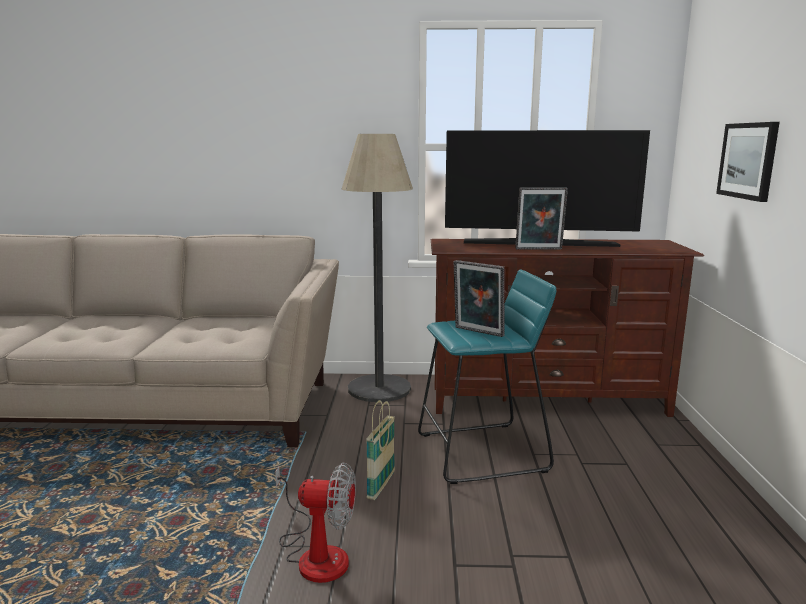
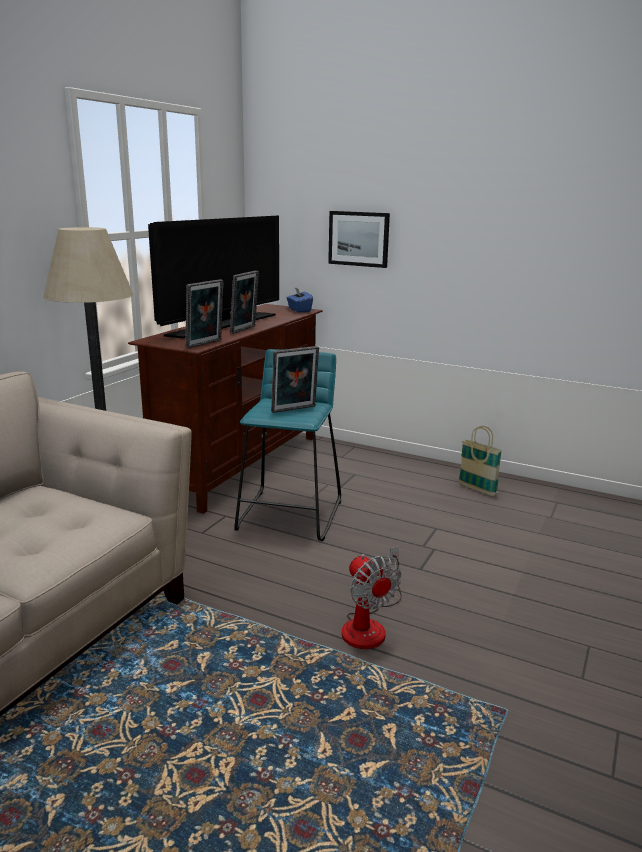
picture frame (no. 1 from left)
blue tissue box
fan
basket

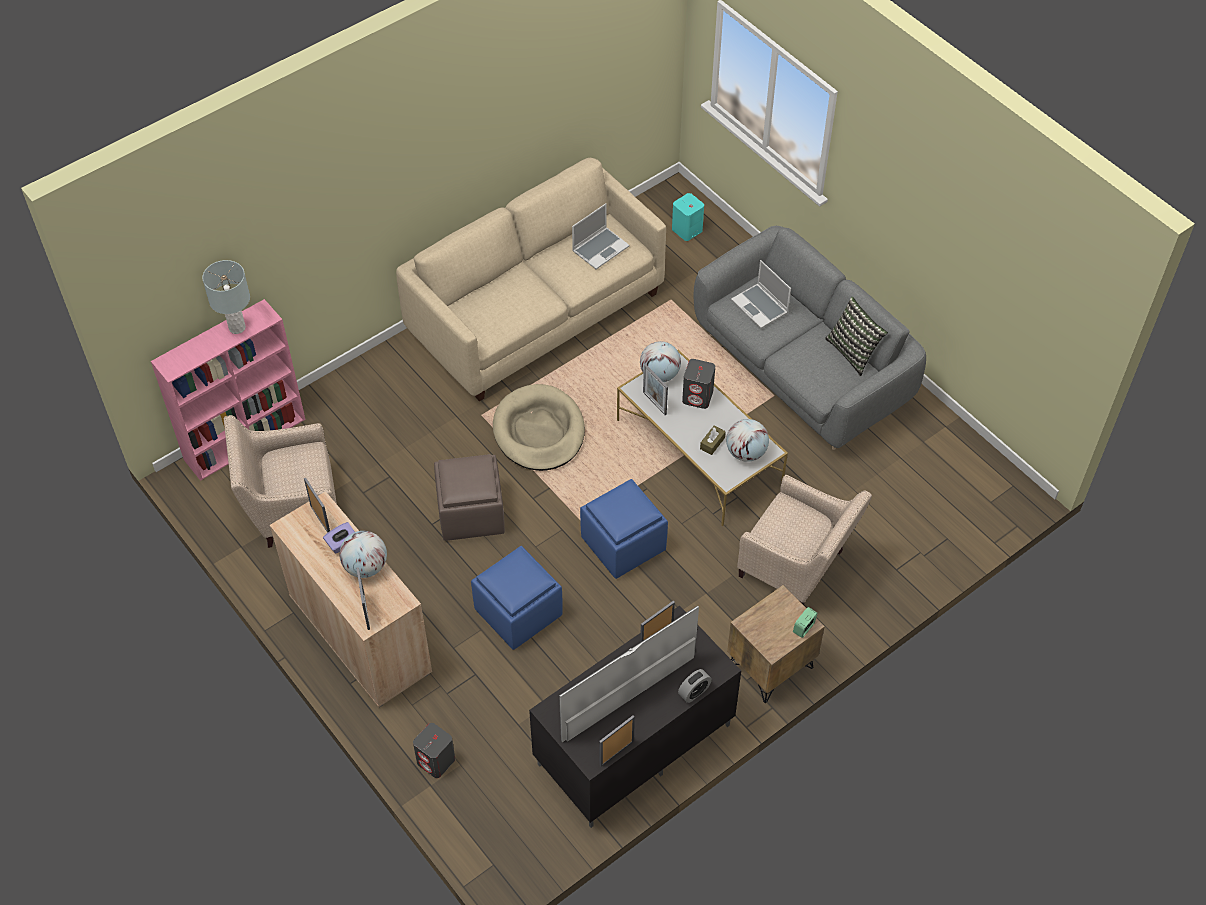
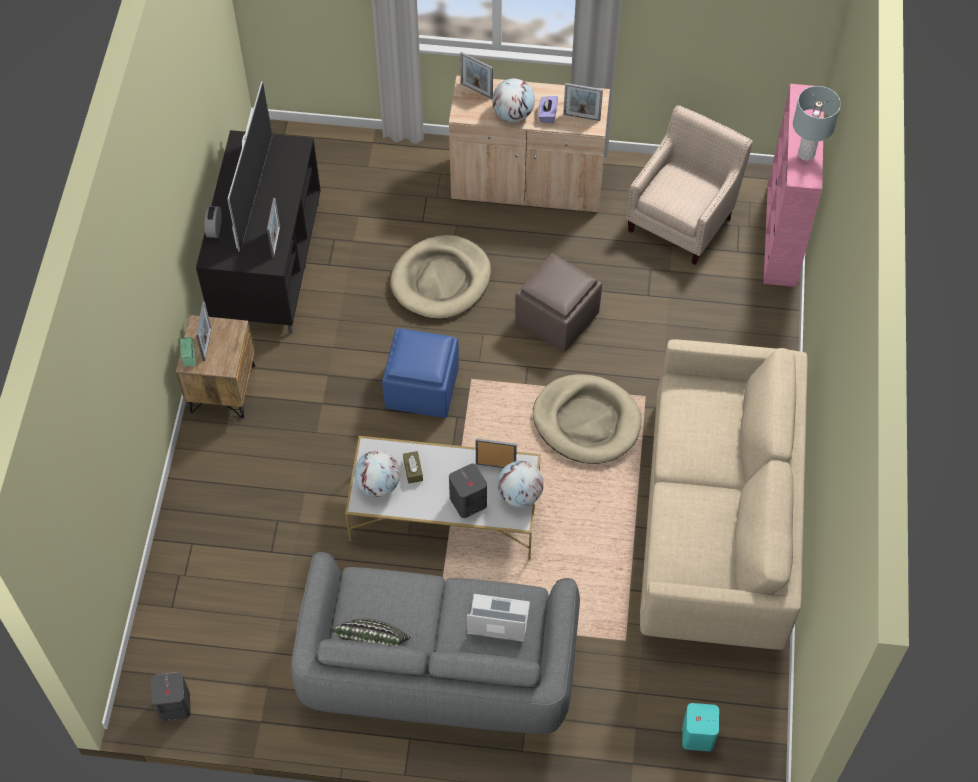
grey speaker (no. 1 from left)
picture frame (no. 1 from left)
beige dog bed (no. 1 from left)
laptop (no. 1 from left in the first image)
beige armchair (no. 2 from left in the first image)

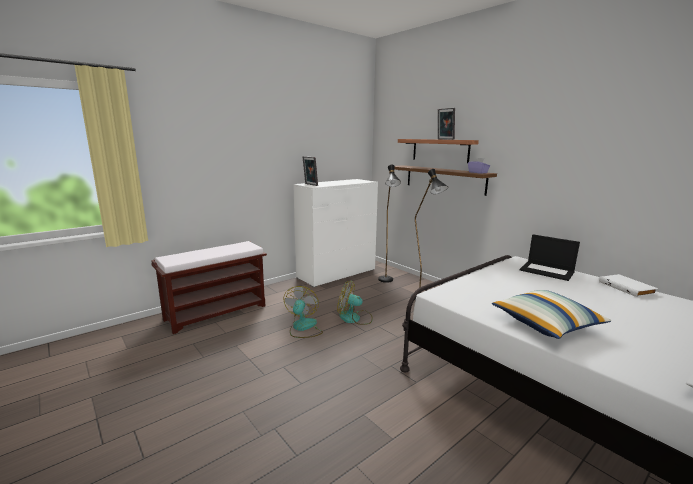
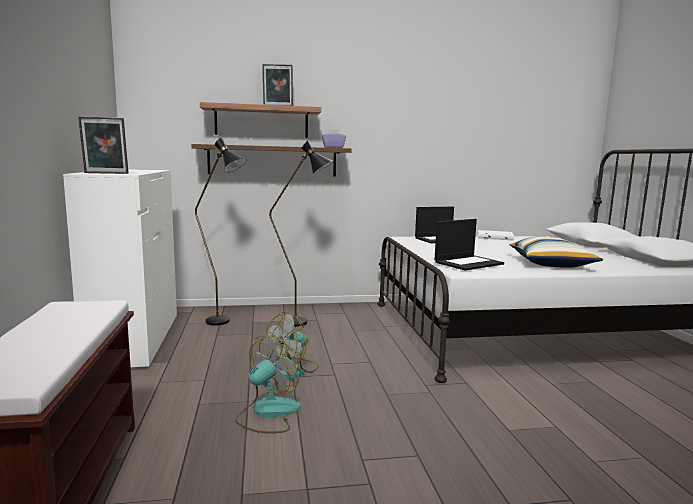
fan (no. 1 from left)
laptop (no. 2 from left)

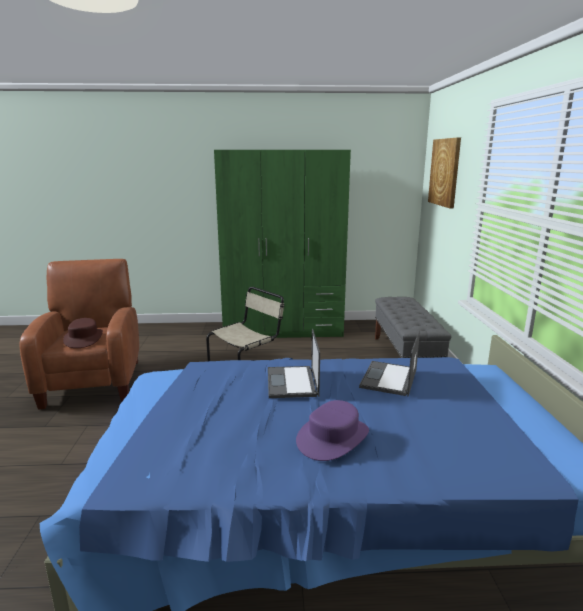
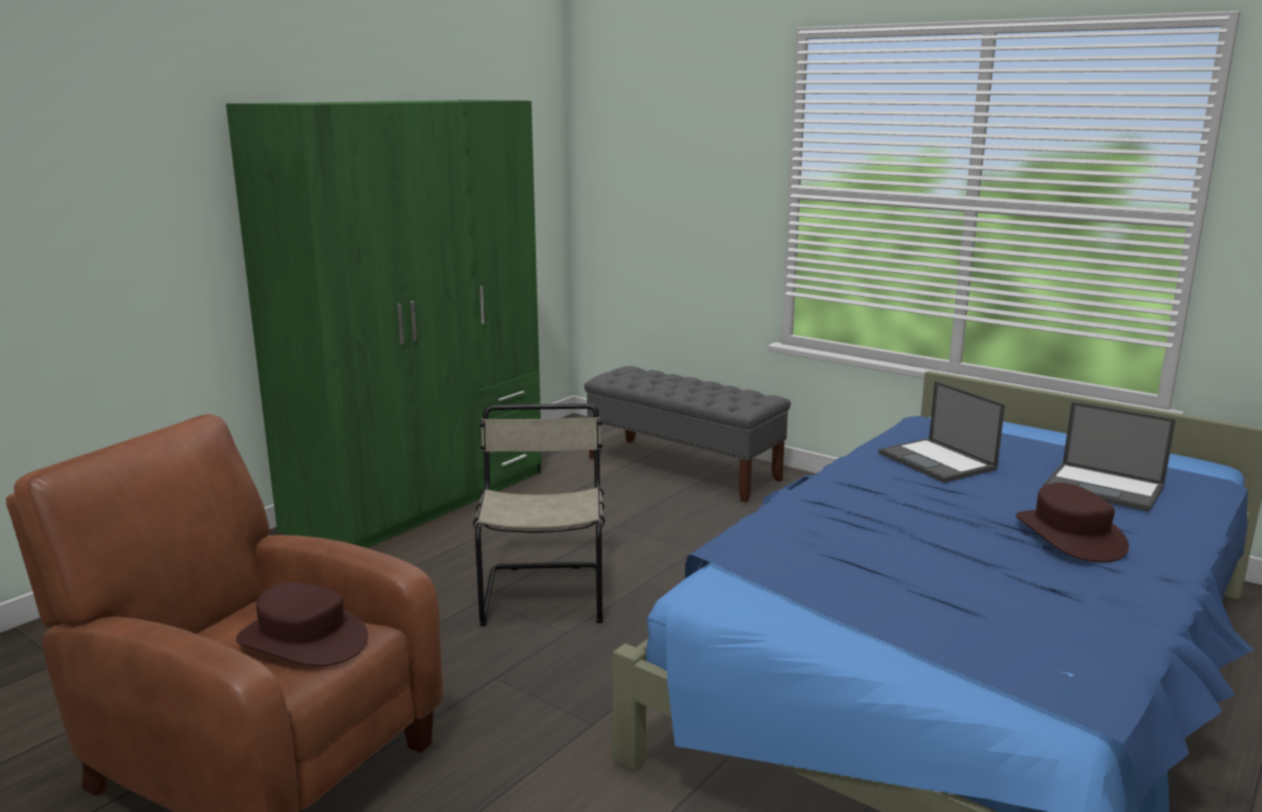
brown hat (no. 2 from left)
laptop (no. 2 from left)
picture

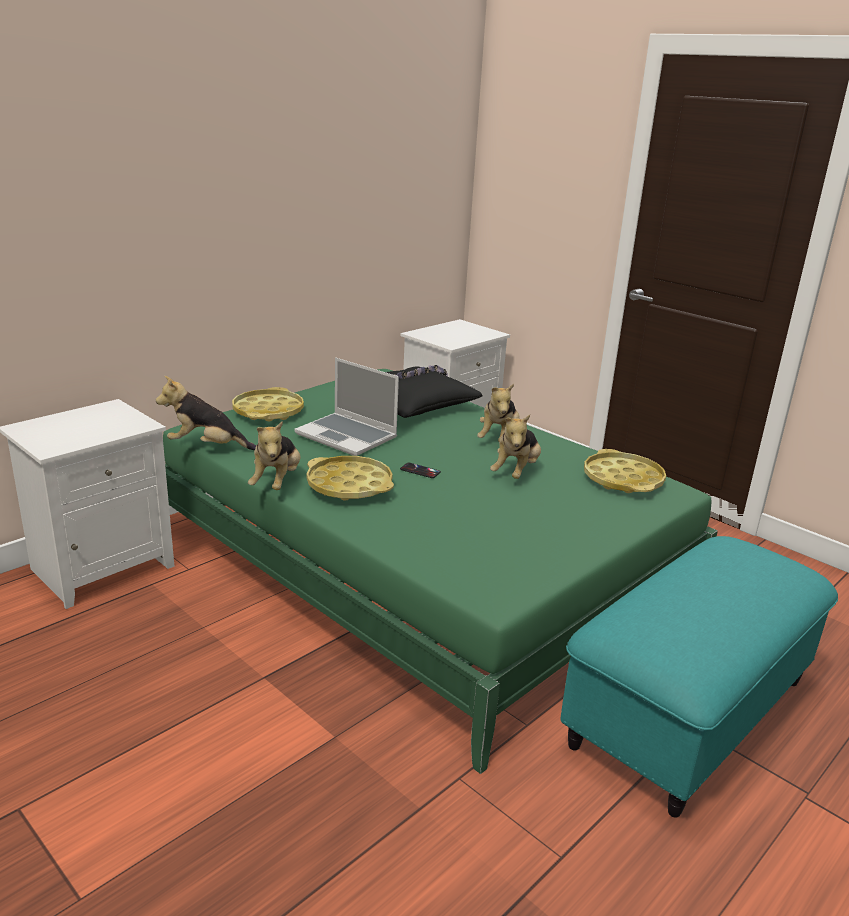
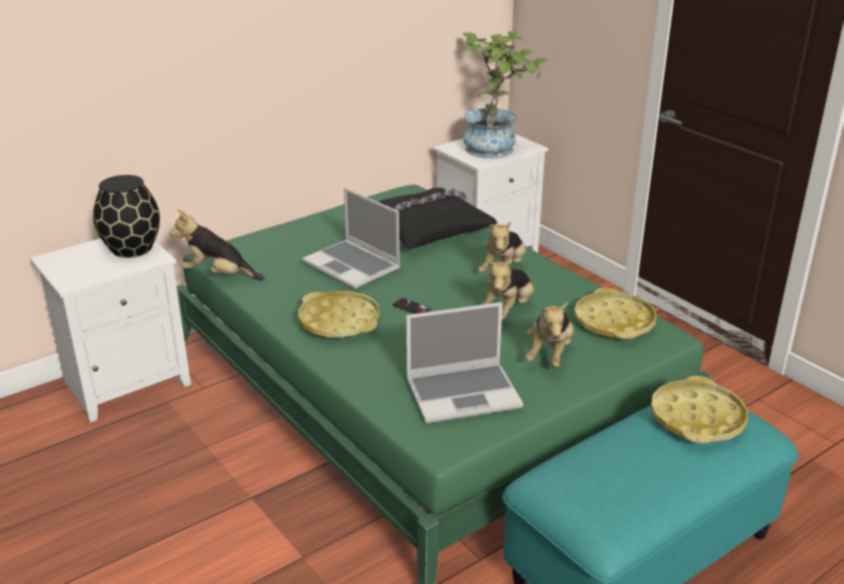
black vase
laptop (no. 2 from left)
potted plant
plush toy (no. 4 from left)
yellow tray (no. 3 from left)

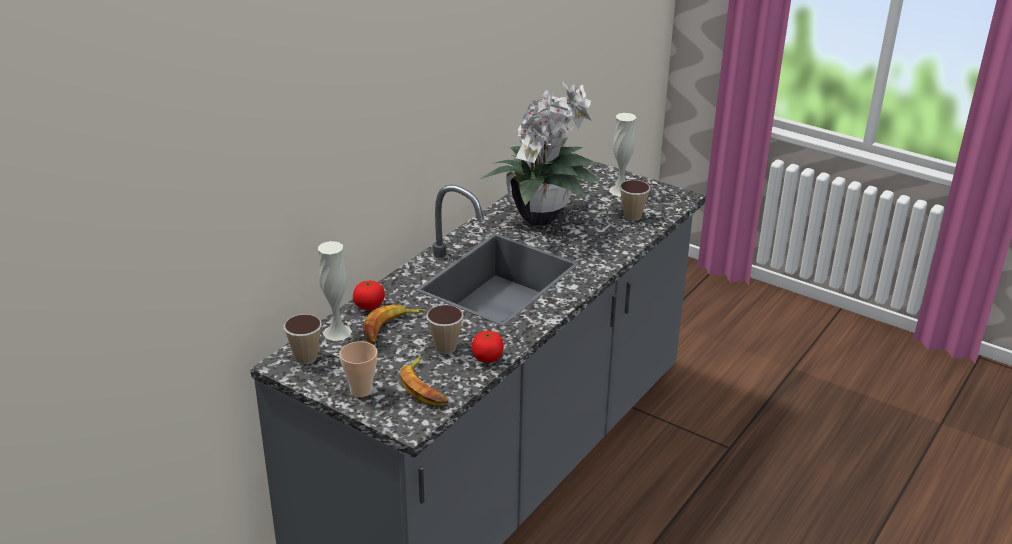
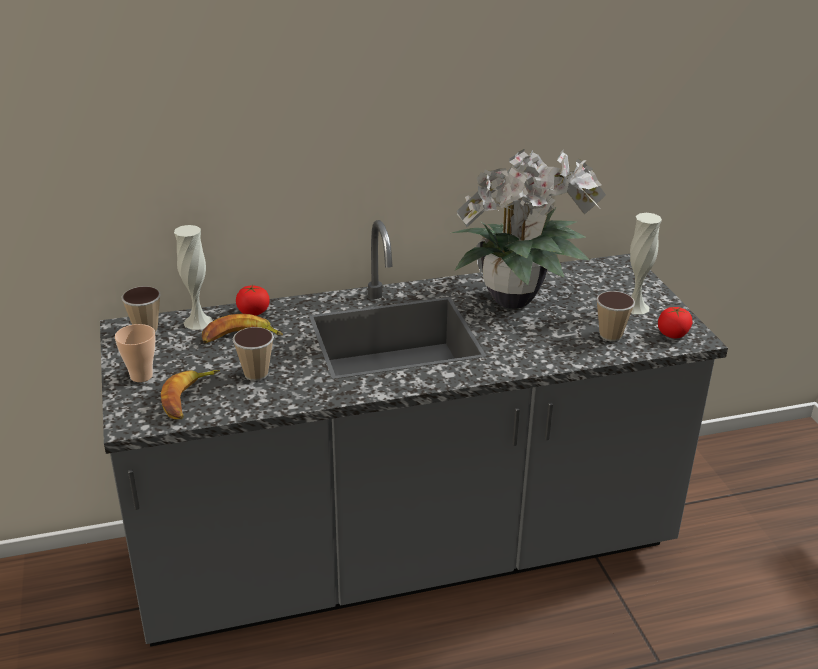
tomato (no. 2 from left)

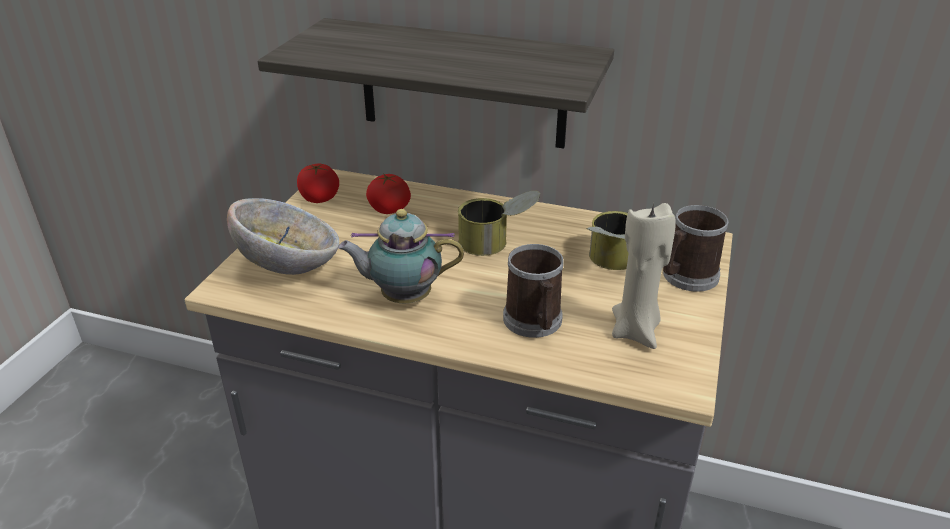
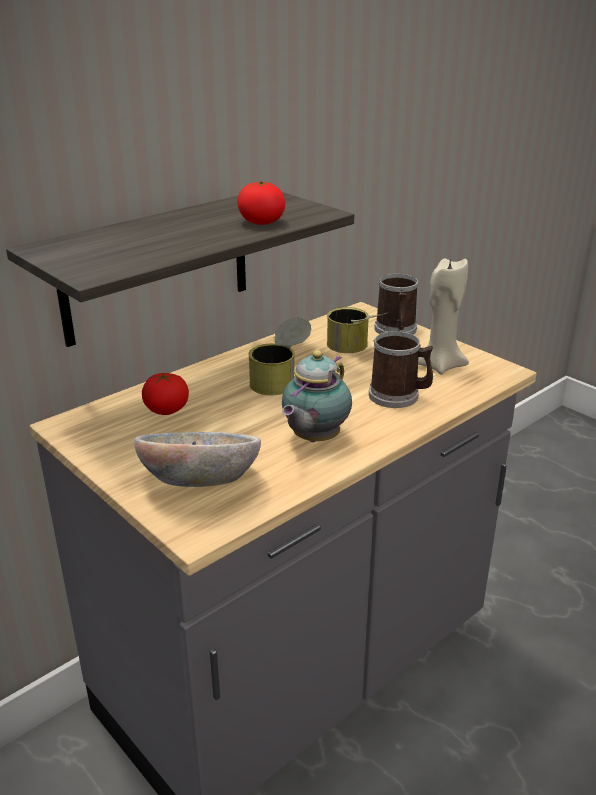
tomato (no. 2 from left)

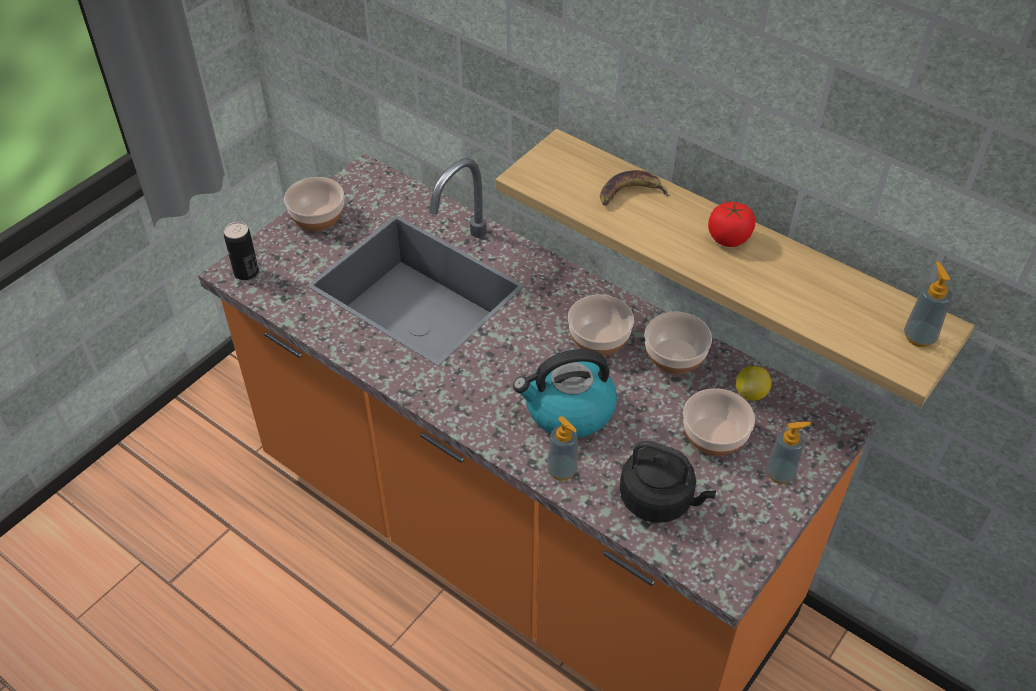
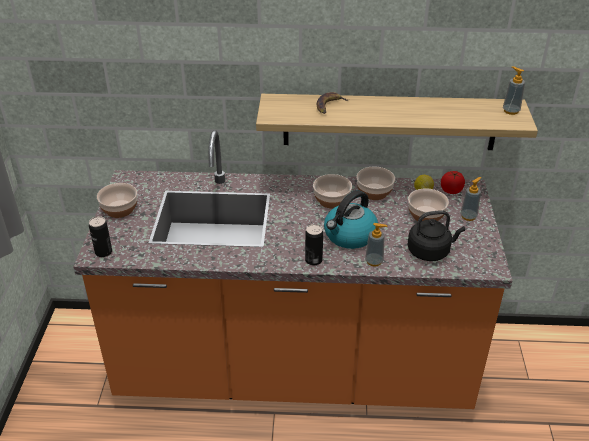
can (no. 2 from left)
tomato

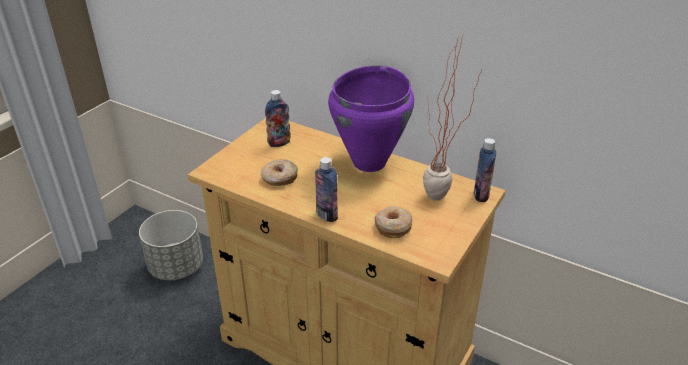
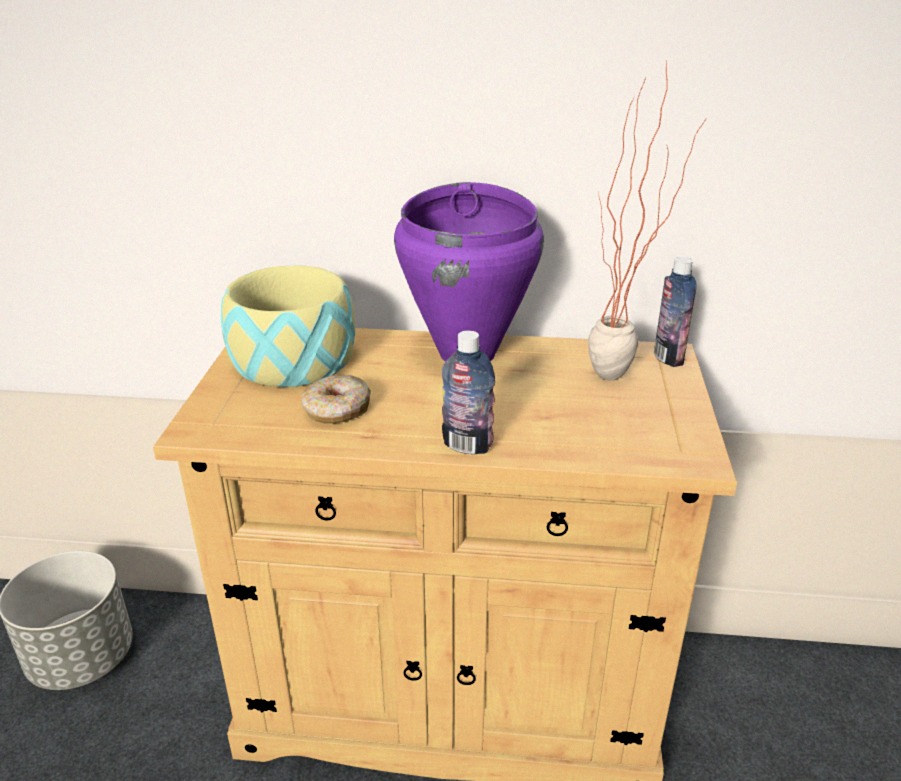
bowl
donut (no. 2 from left in the first image)

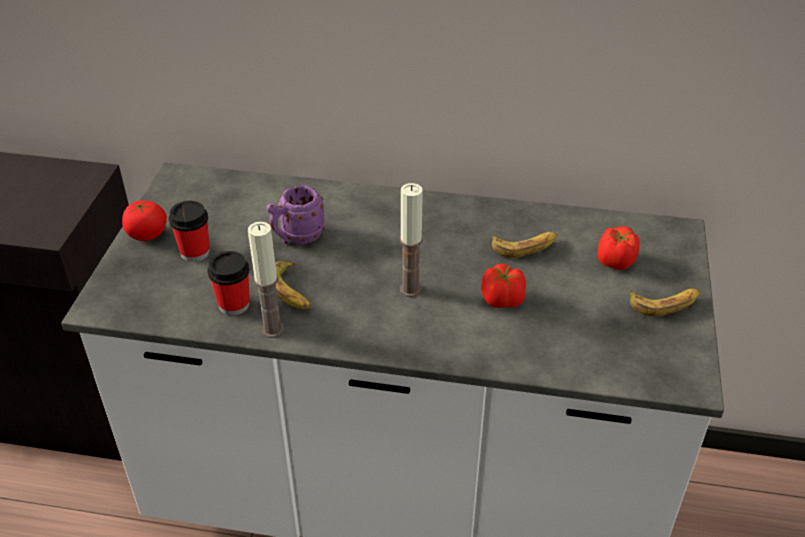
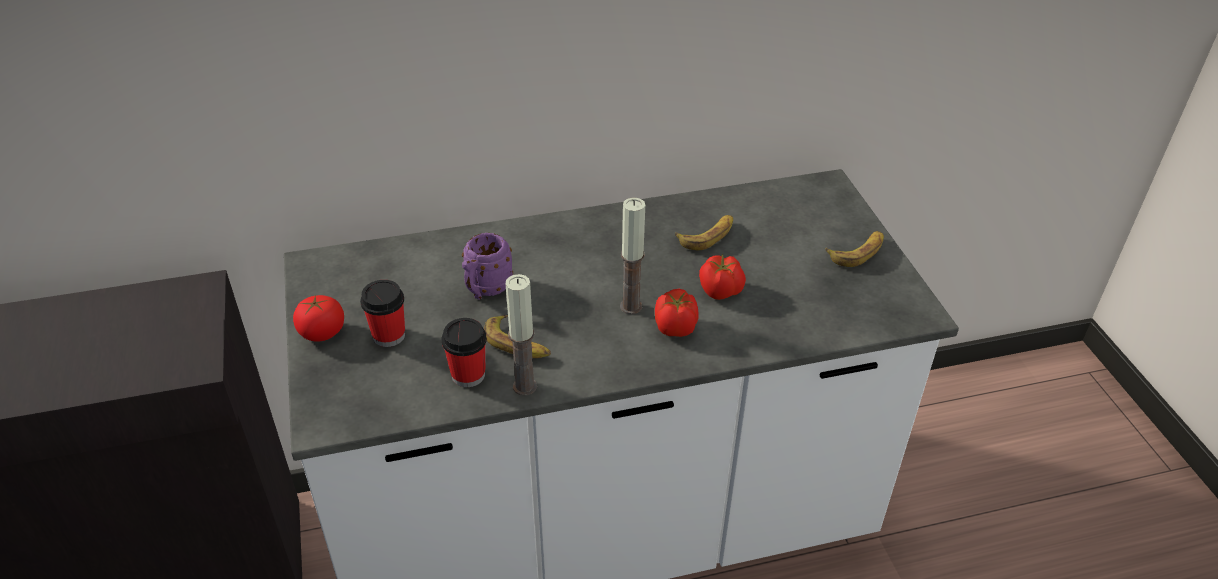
tomato (no. 2 from left)

